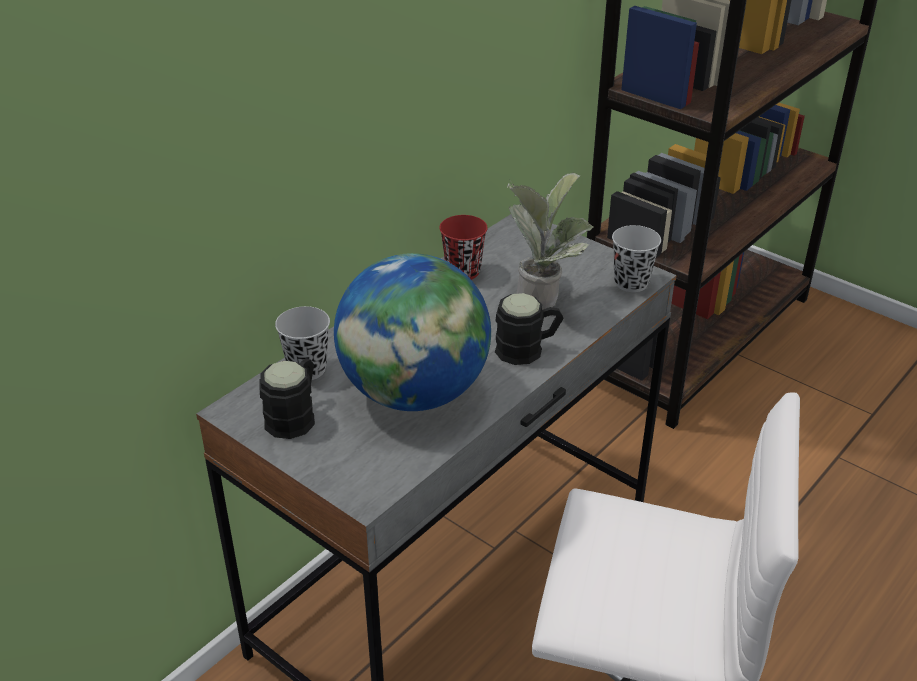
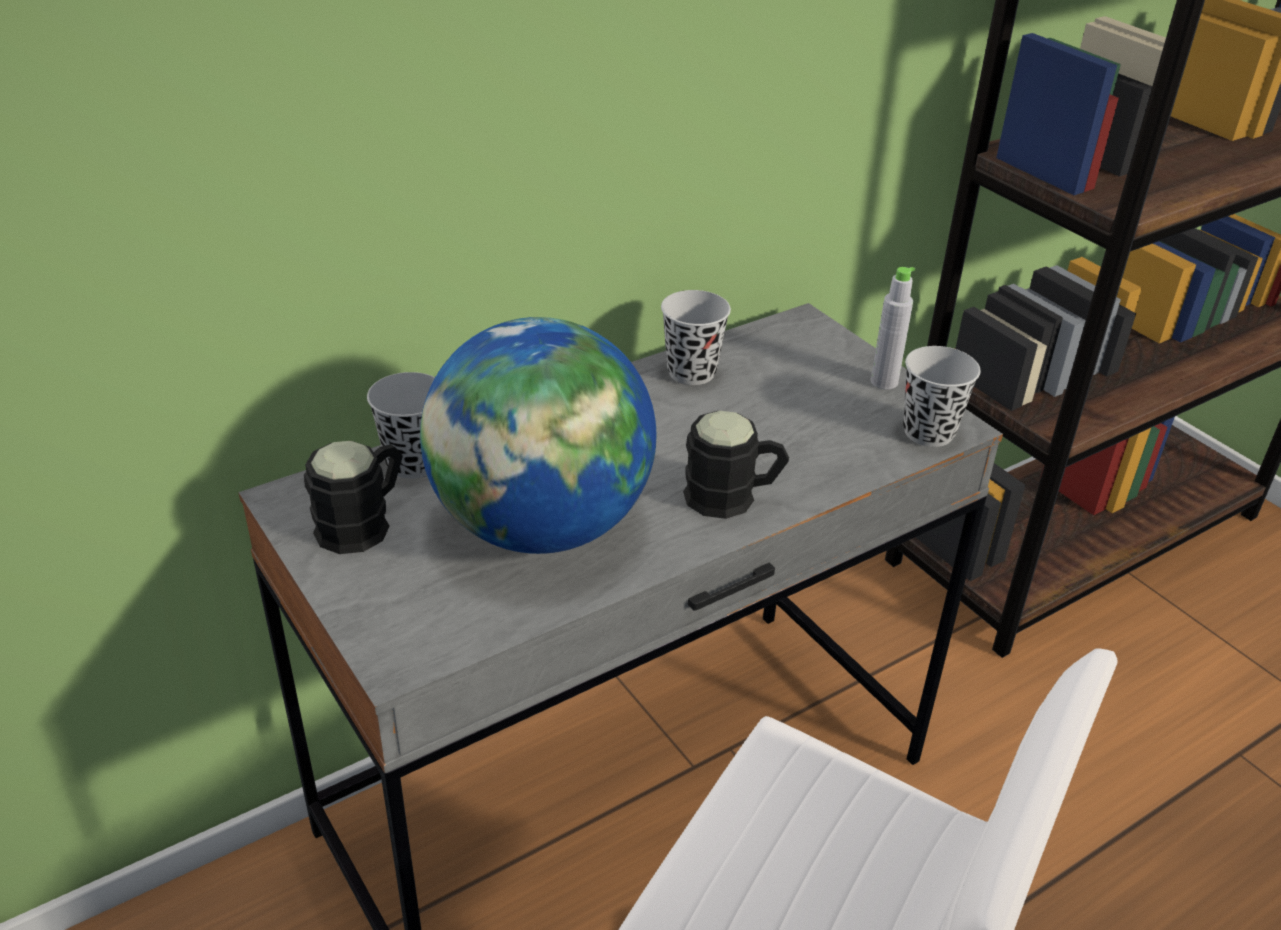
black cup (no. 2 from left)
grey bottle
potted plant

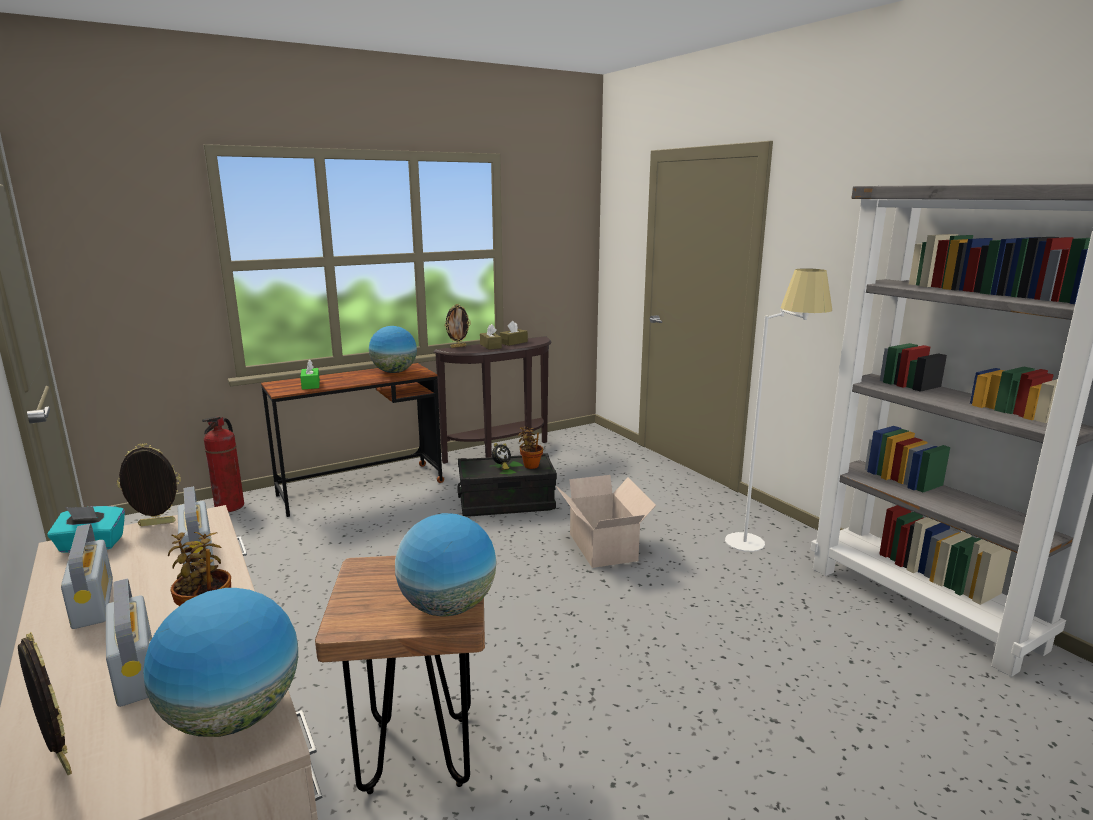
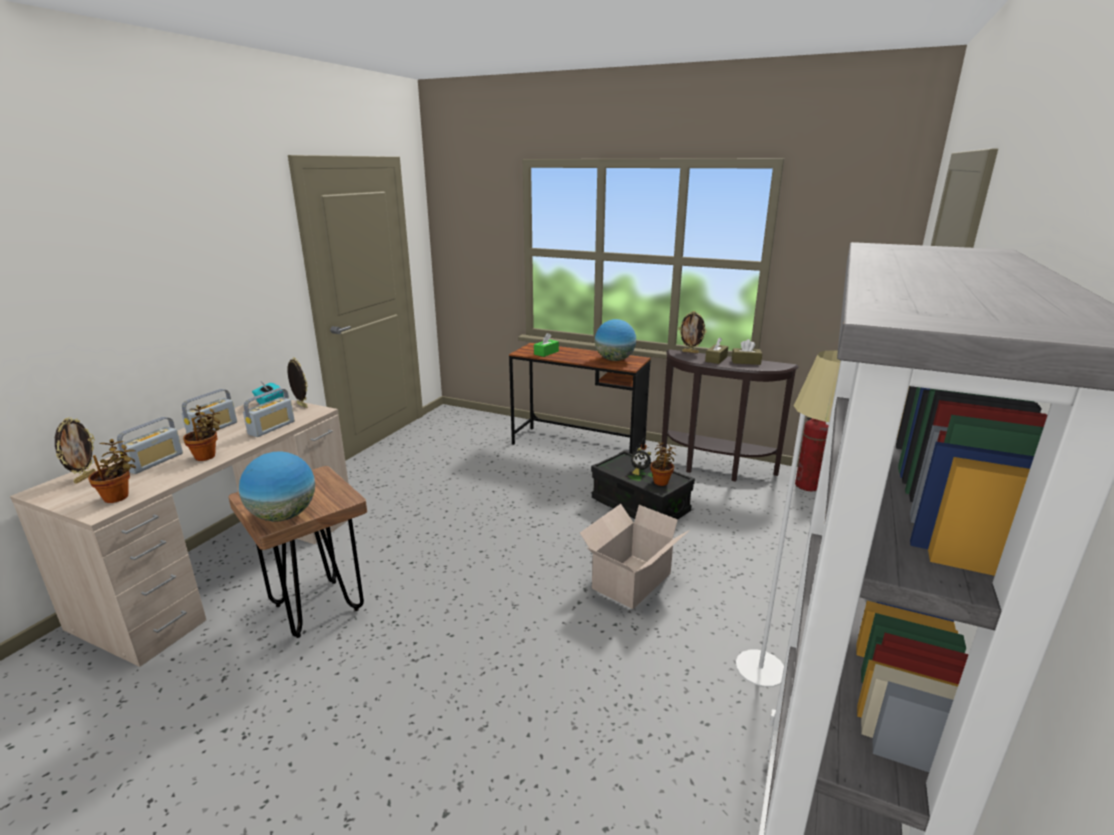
potted plant (no. 1 from left)
fire extinguisher

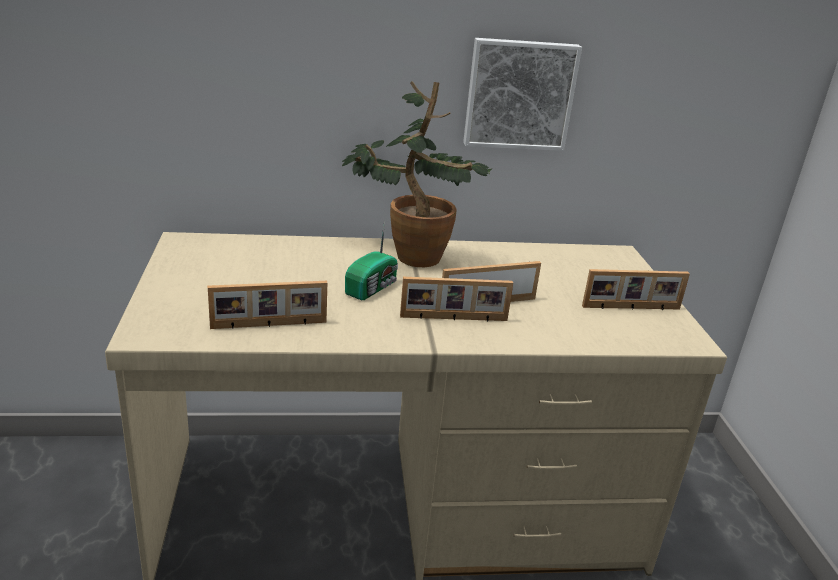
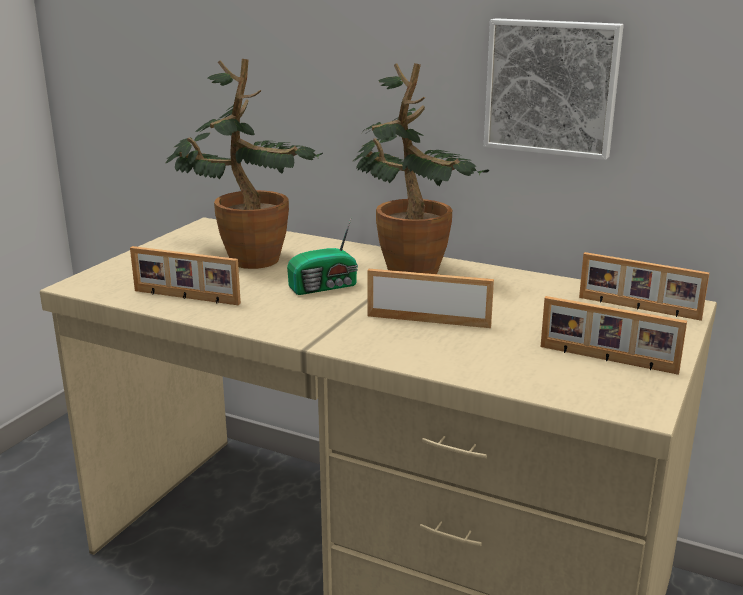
potted plant (no. 1 from left)
picture frame (no. 4 from left)

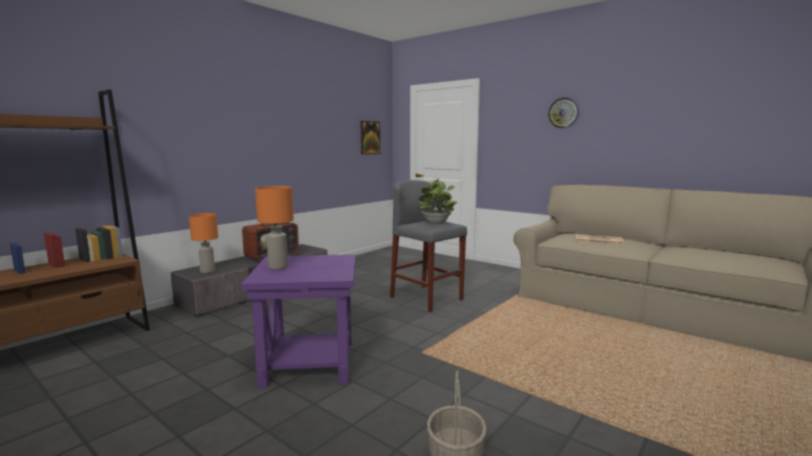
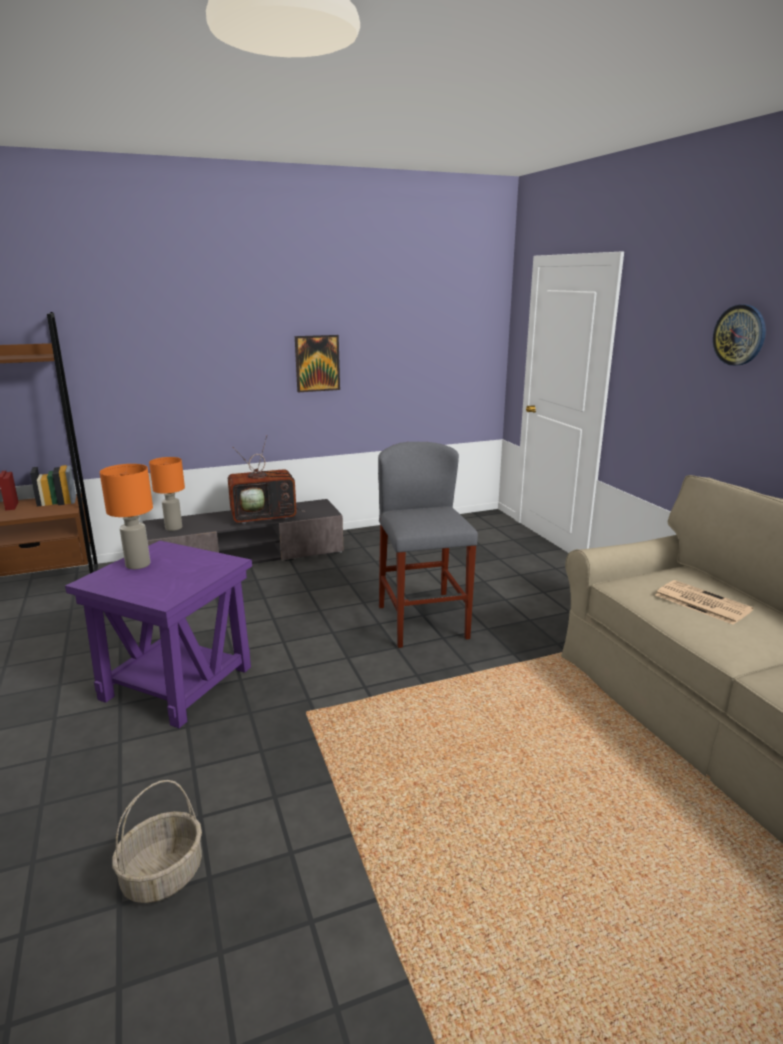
picture
potted plant

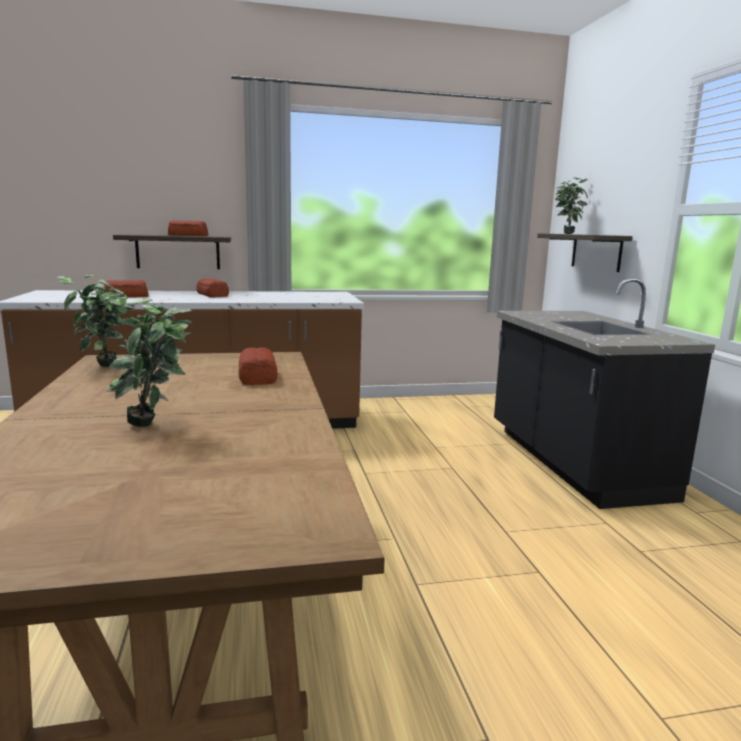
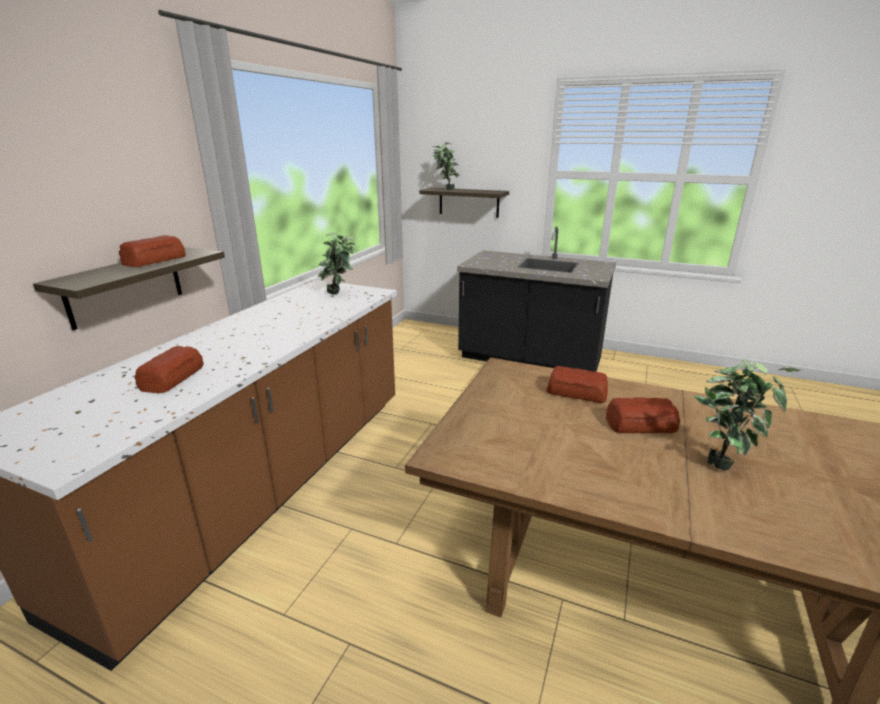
potted plant (no. 1 from left)
bread (no. 4 from left)

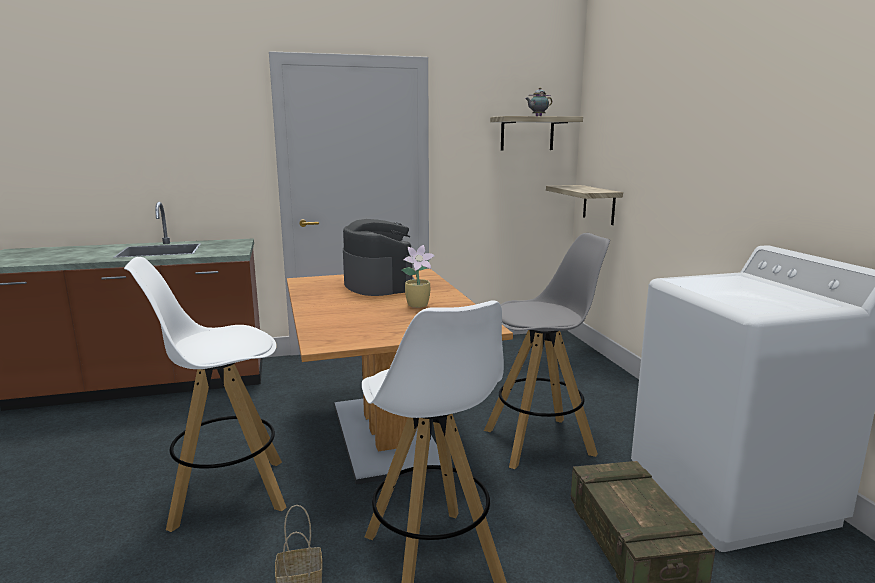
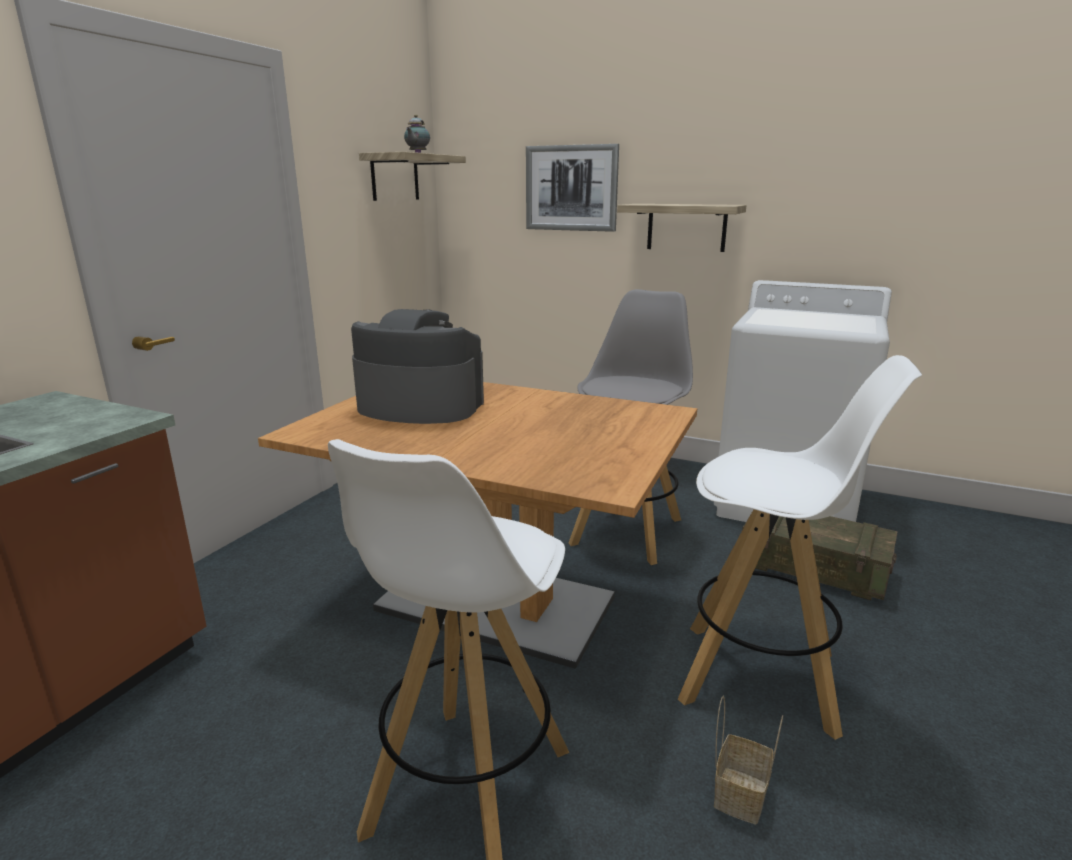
picture
shelf (no. 2 from left)
potted plant

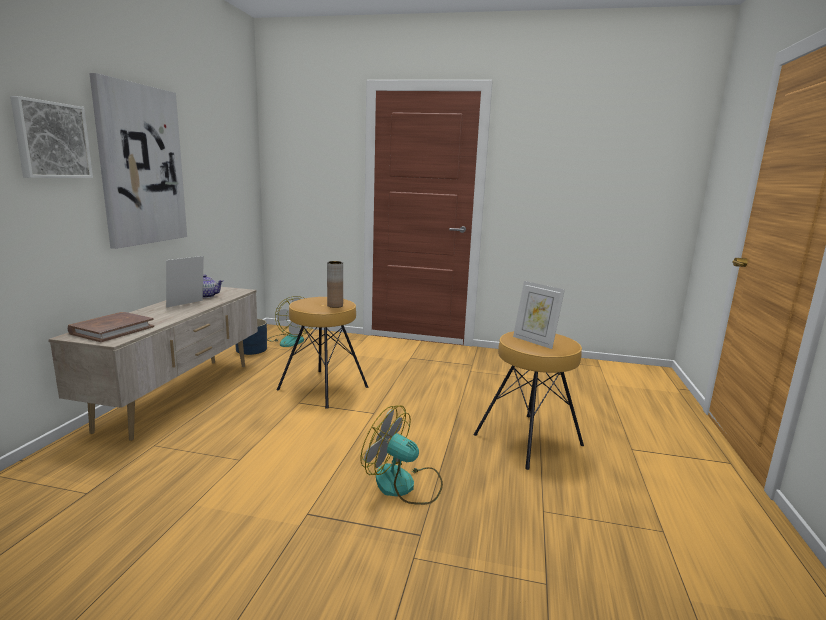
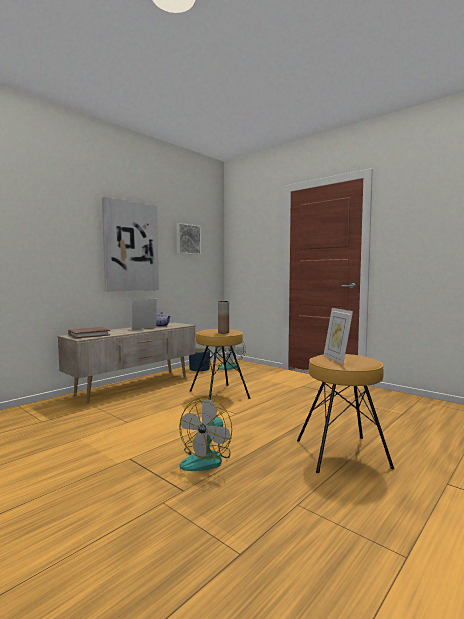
picture (no. 2 from left)
fan (no. 1 from left)

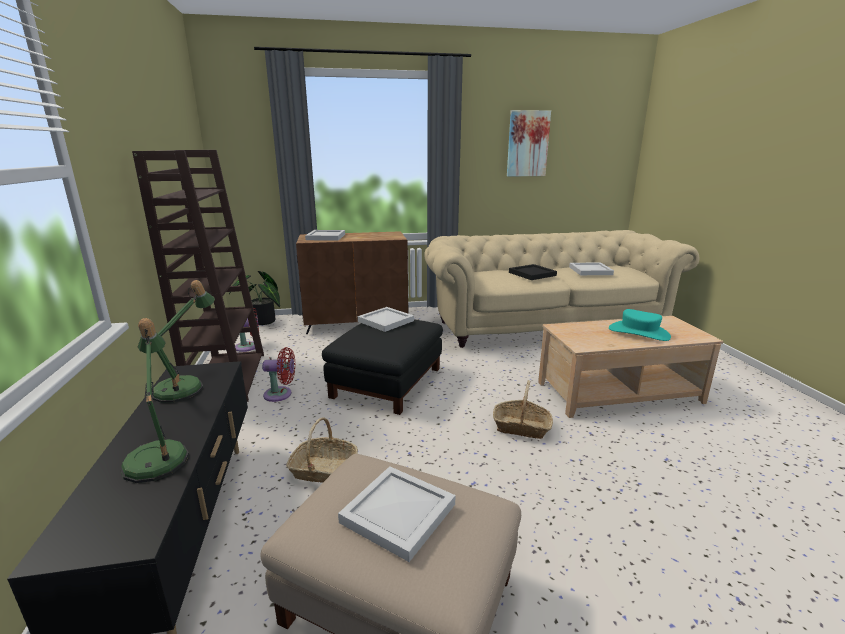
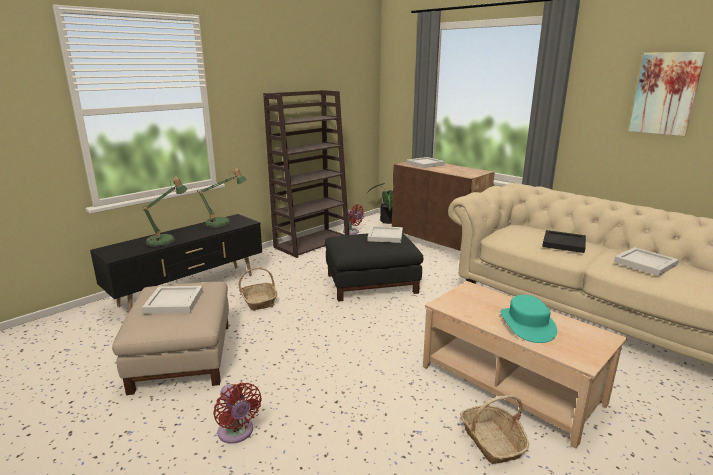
red fan (no. 1 from left)
basket (no. 2 from left)

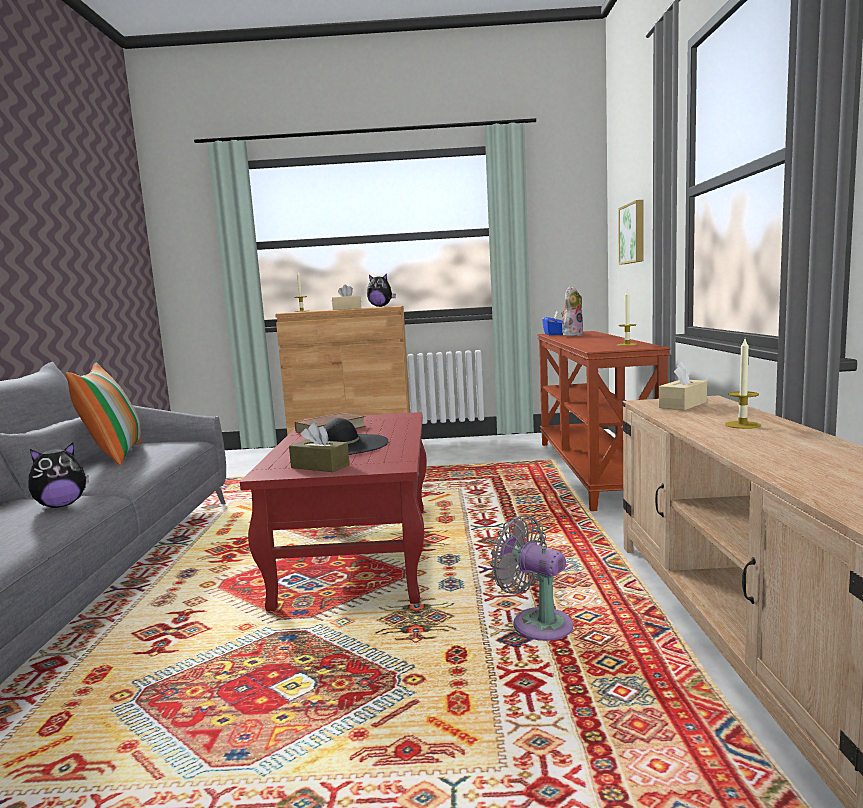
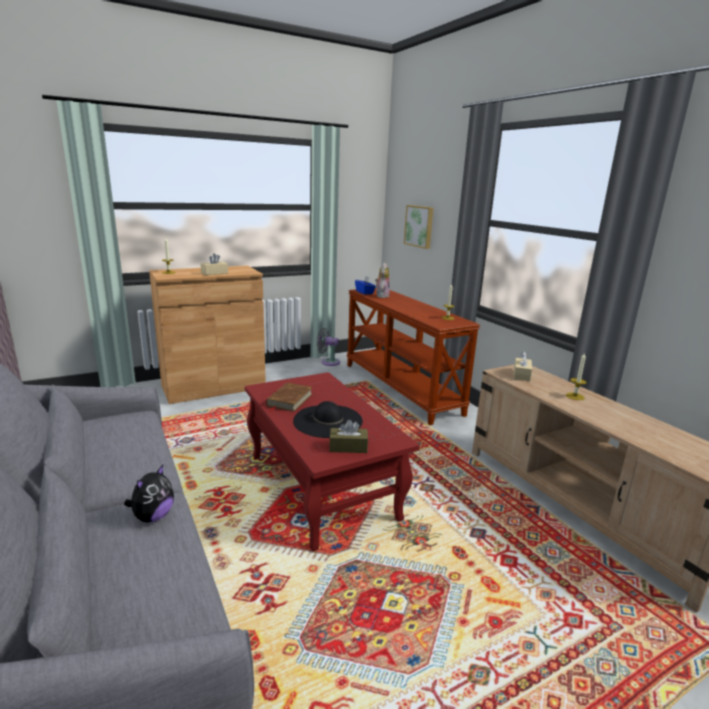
grey fan
pillow
plush toy (no. 2 from left in the first image)

